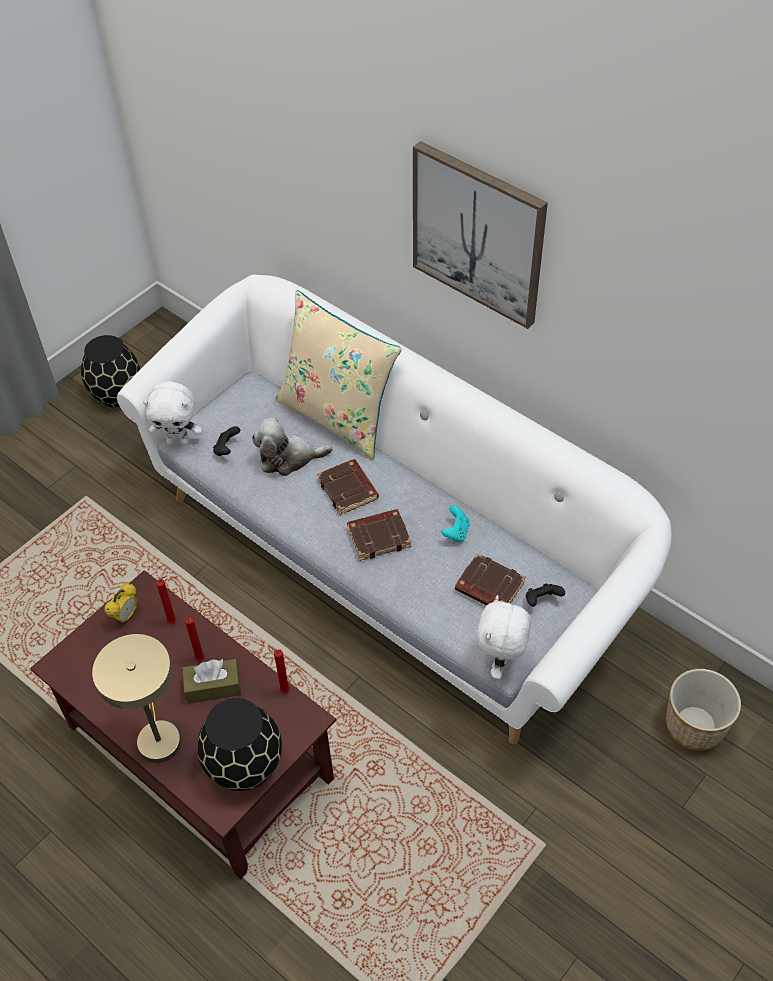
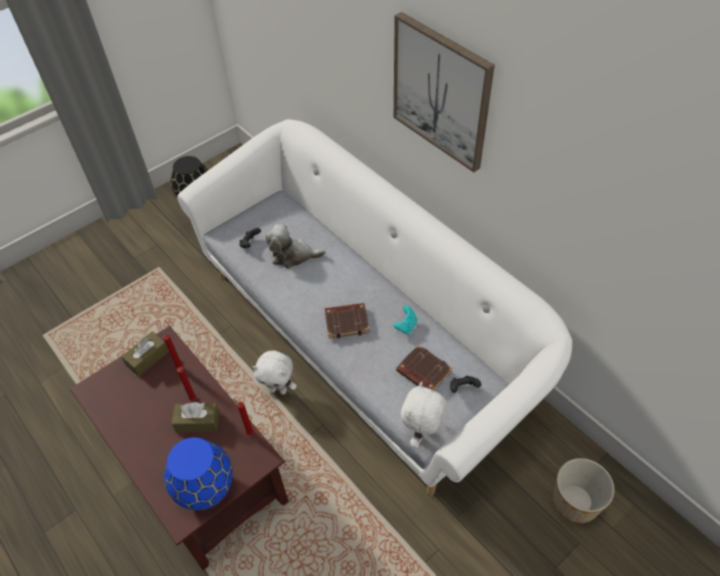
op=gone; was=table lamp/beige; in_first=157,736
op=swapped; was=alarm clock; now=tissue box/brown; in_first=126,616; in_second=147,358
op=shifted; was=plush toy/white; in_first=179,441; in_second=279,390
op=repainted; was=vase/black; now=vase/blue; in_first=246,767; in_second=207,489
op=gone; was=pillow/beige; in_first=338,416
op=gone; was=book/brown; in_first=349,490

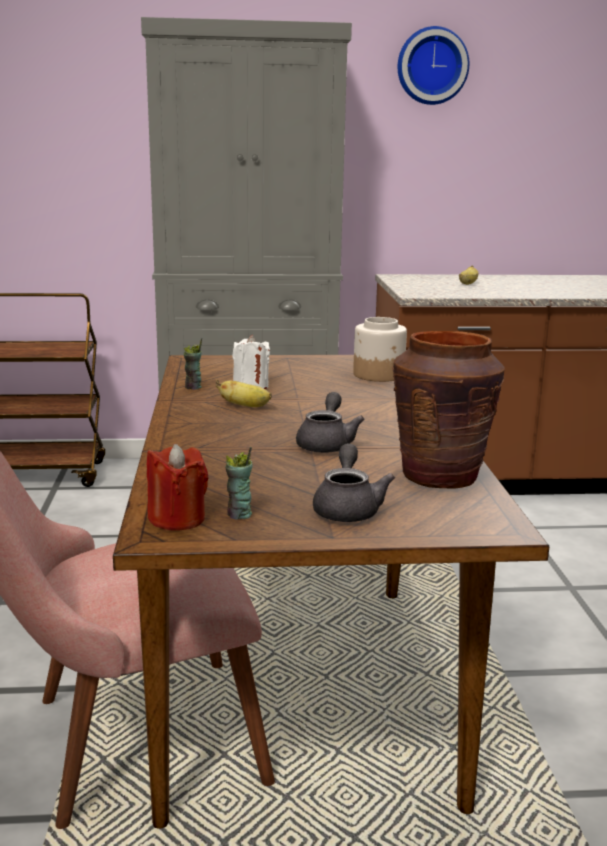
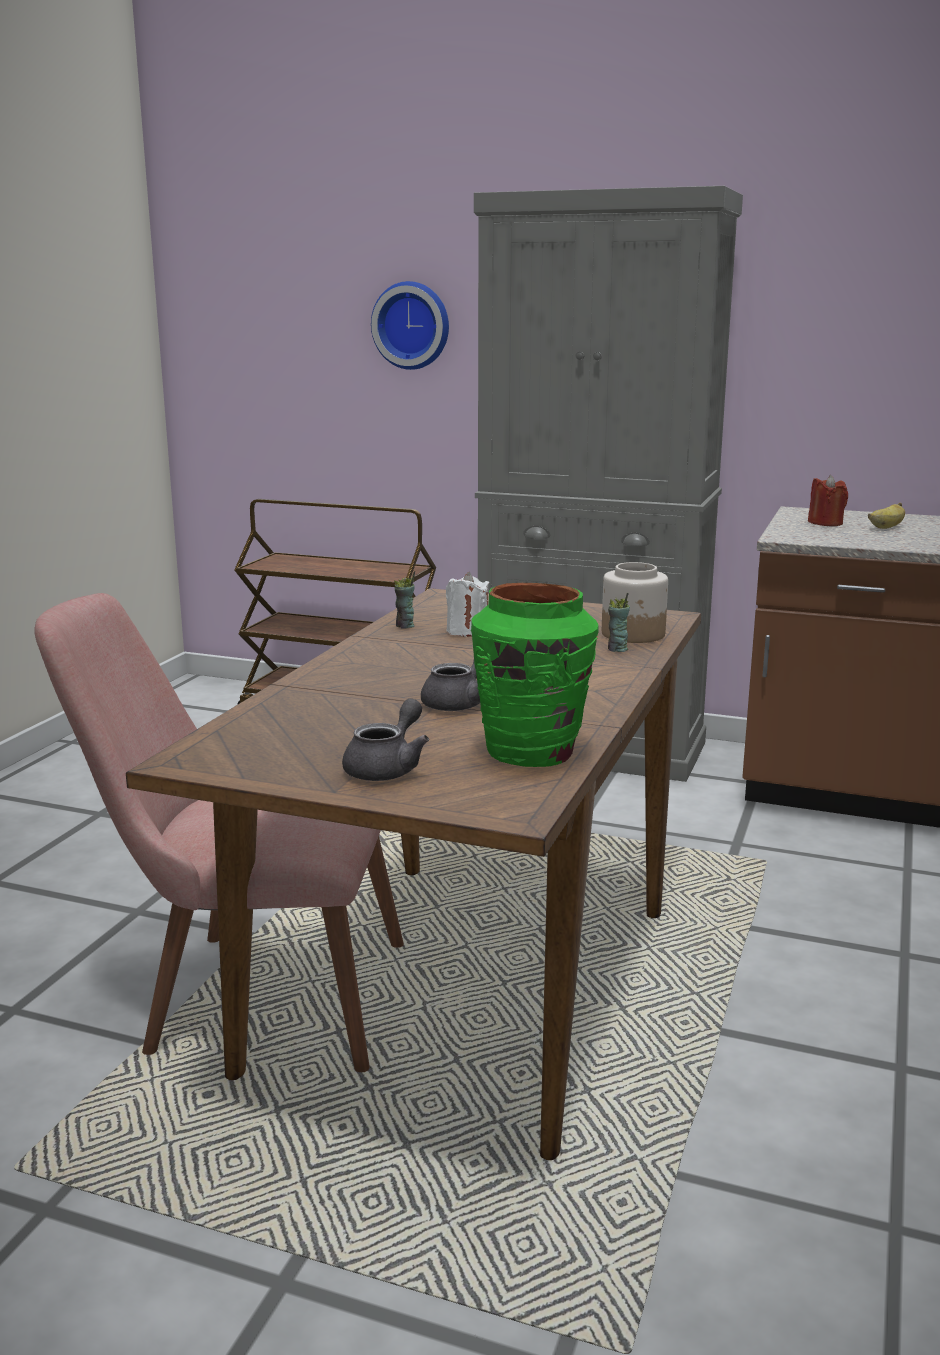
op=shifted; was=candle/red; in_first=177,519; in_second=825,523
op=gone; was=banana; in_first=246,406
op=shifted; was=cup; in_first=239,515; in_second=617,649
op=repainted; was=vase/brown; now=vase/green; in_first=440,477; in_second=531,753
op=shifted; was=wall clock; in_first=431,66; in_second=412,325

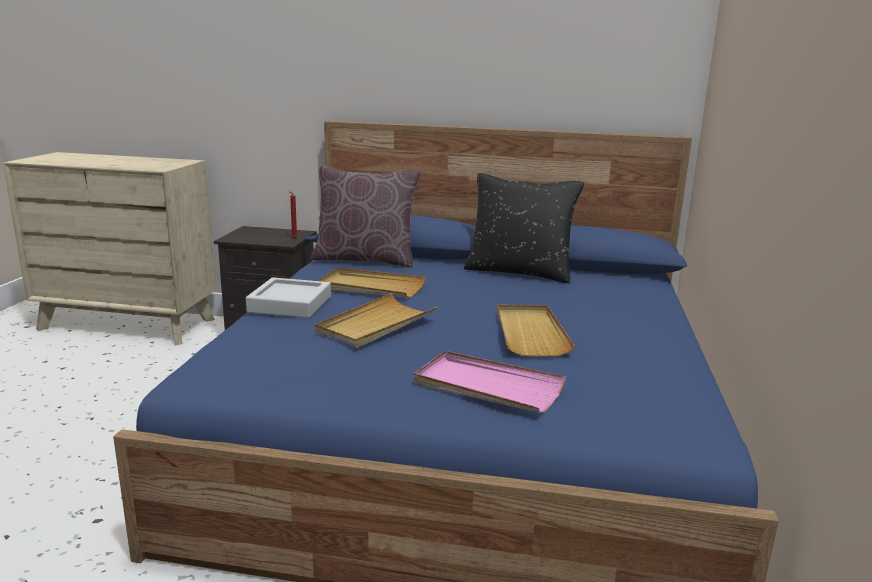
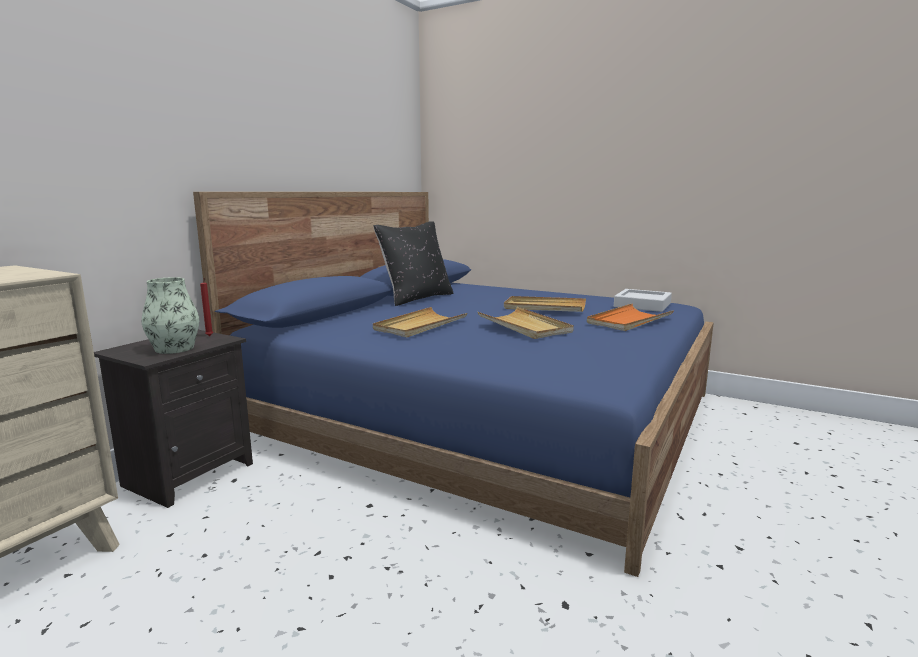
op=shifted; was=tray/grey; in_first=290,304; in_second=642,305
op=gone; was=pillow/brown; in_first=365,259
op=repainted; was=tray/pink; now=tray/orange; in_first=487,387; in_second=628,321
op=new; now=vase; in_second=174,348

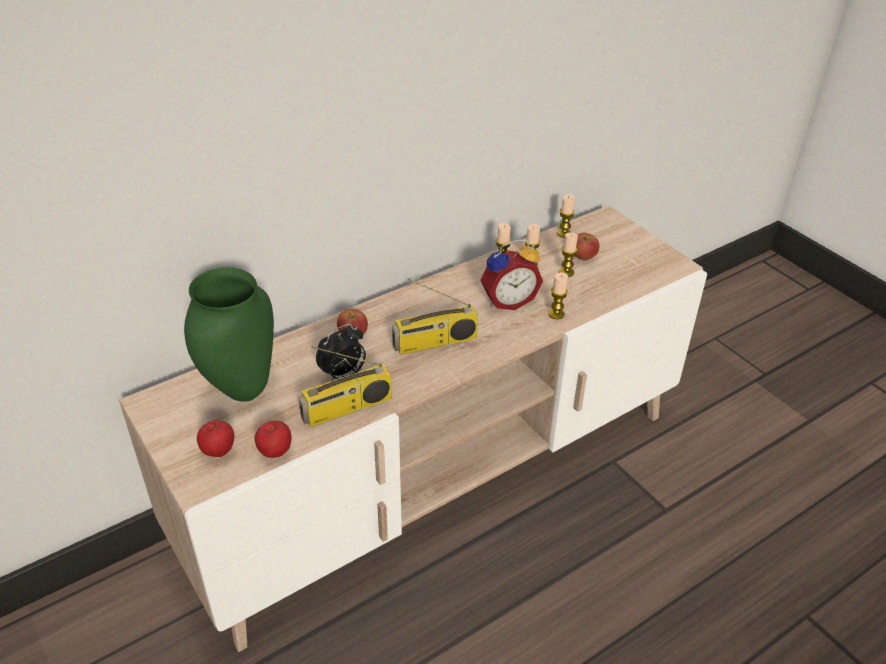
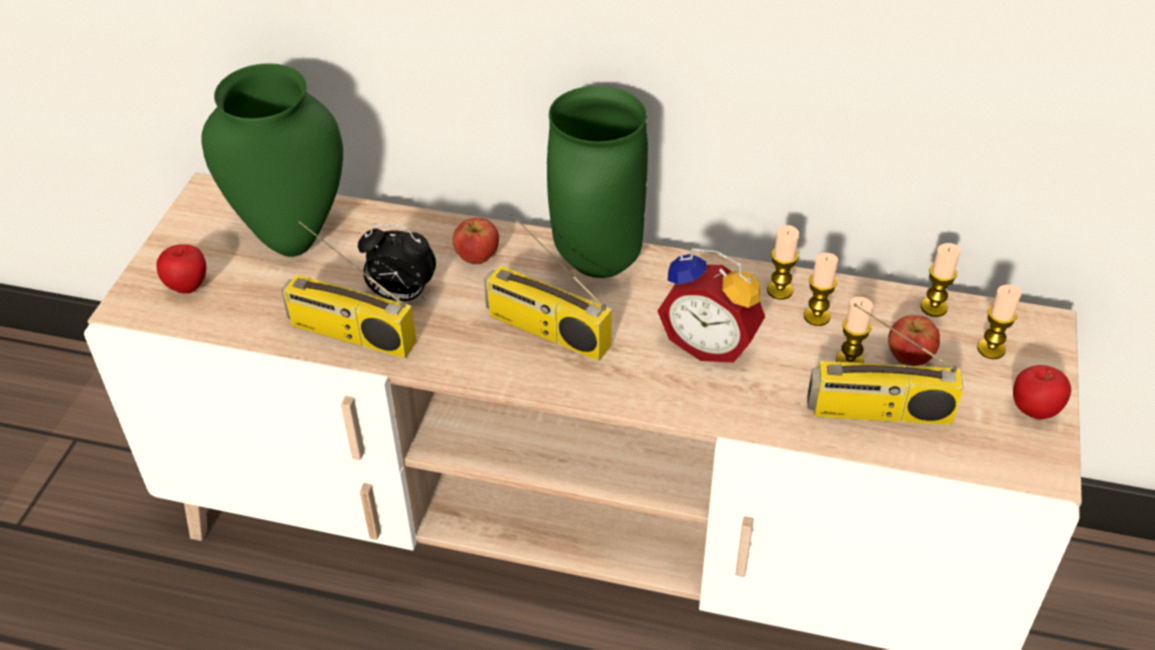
op=shifted; was=apple; in_first=275,452; in_second=1034,411
op=shifted; was=candle; in_first=556,314; in_second=991,349
op=new; now=vase/green; in_second=595,263
op=new; now=radio; in_second=878,412

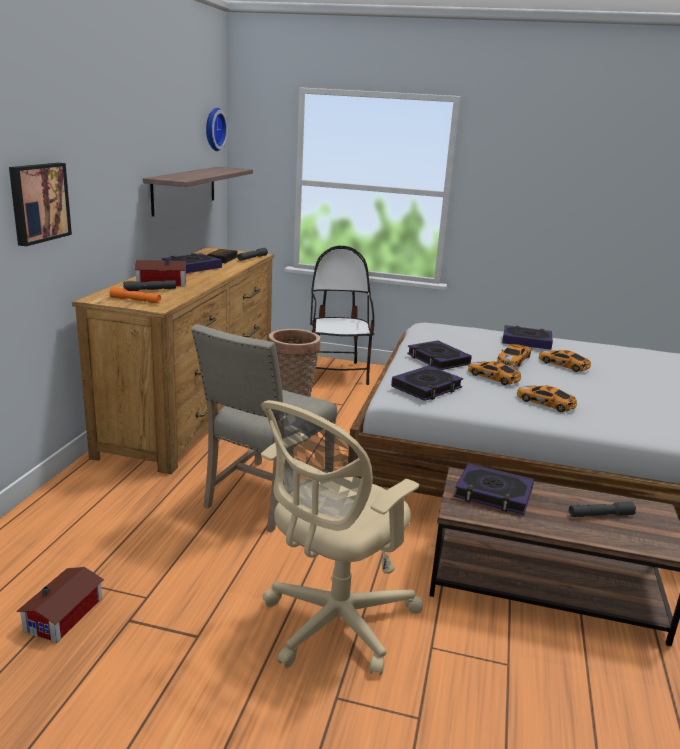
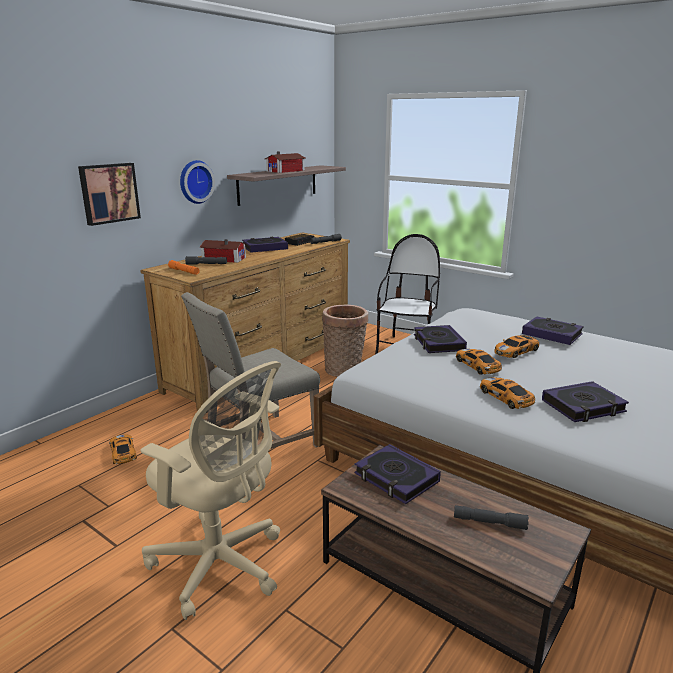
op=shifted; was=toy house; in_first=67,613; in_second=287,171
op=shifted; was=wall clock; in_first=213,129; in_second=195,182
op=rotated; was=office chair/beige; in_first=333,625; in_second=221,565; clockwise=-120
op=shifted; was=book; in_first=427,388; in_second=583,406
op=shifted; was=toy car; in_first=564,365; in_second=123,453

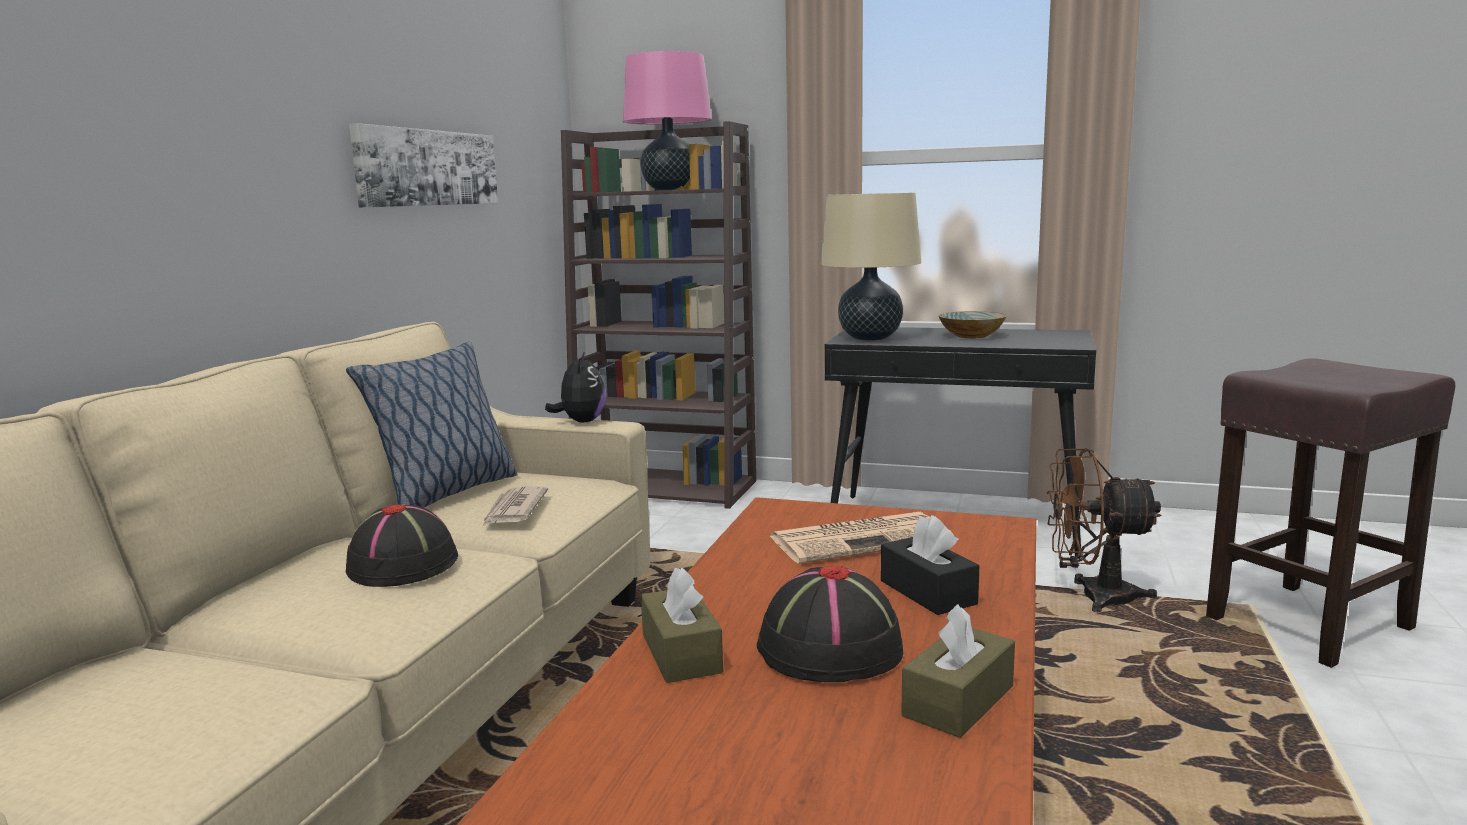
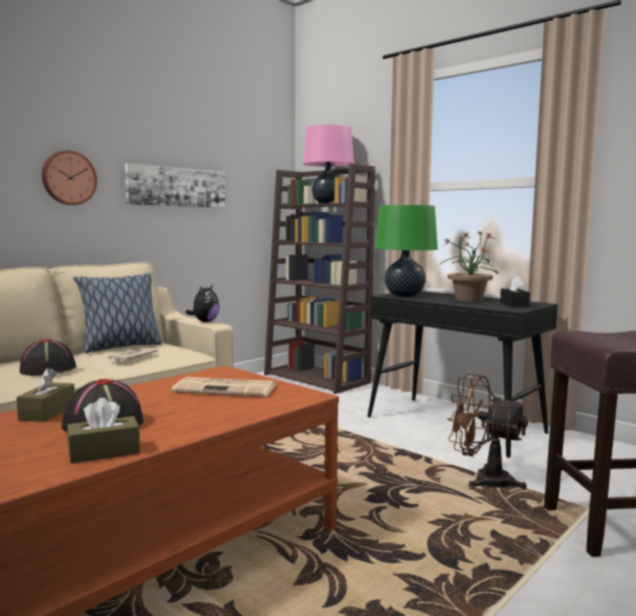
op=repainted; was=table lamp/beige; now=table lamp/green; in_first=870,338; in_second=404,295
op=shifted; was=tissue box/black; in_first=927,592; in_second=514,304
op=swapped; was=bowl; now=potted plant; in_first=972,336; in_second=468,299
op=new; now=wall clock; in_second=68,178

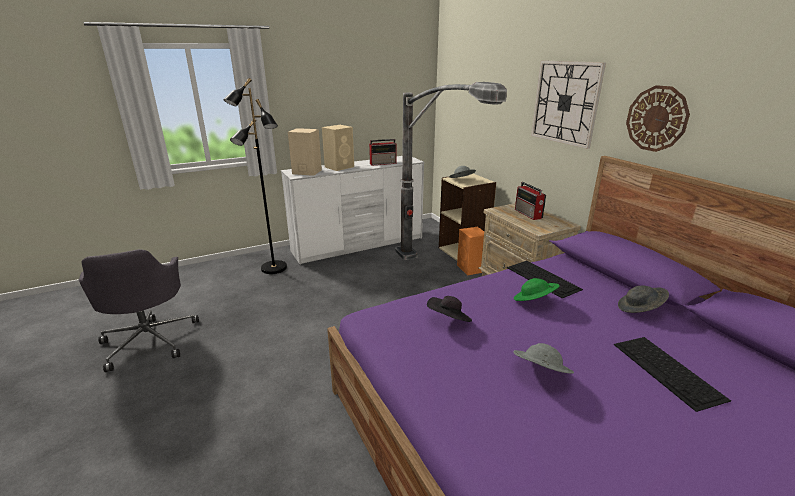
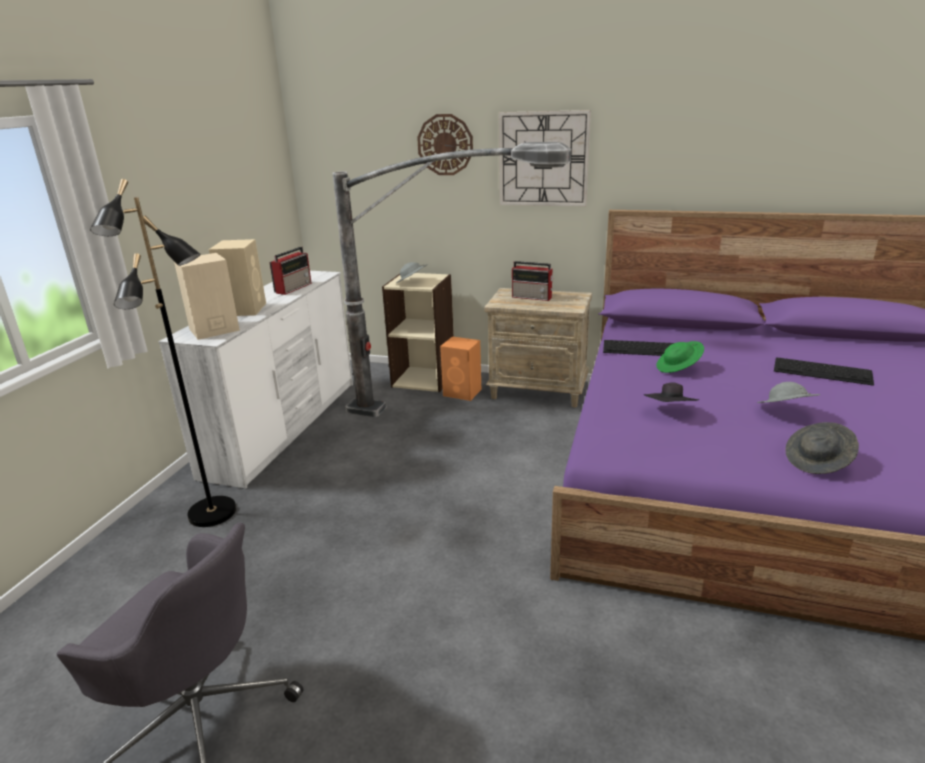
op=shifted; was=hat/grey; in_first=639,309; in_second=818,461
op=shifted; was=wall clock; in_first=656,118; in_second=445,145

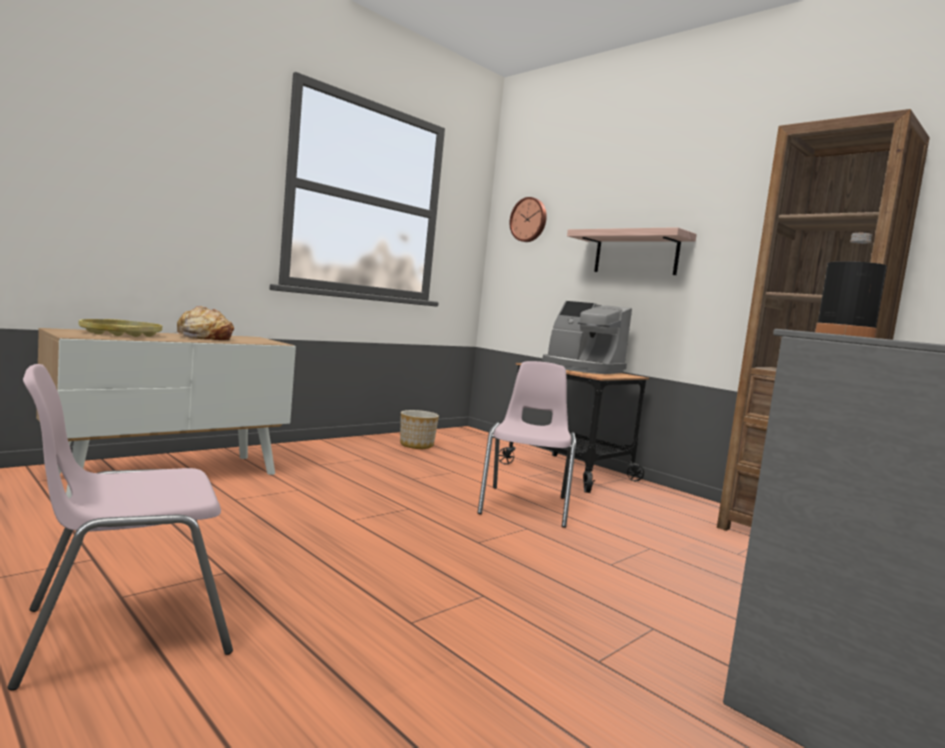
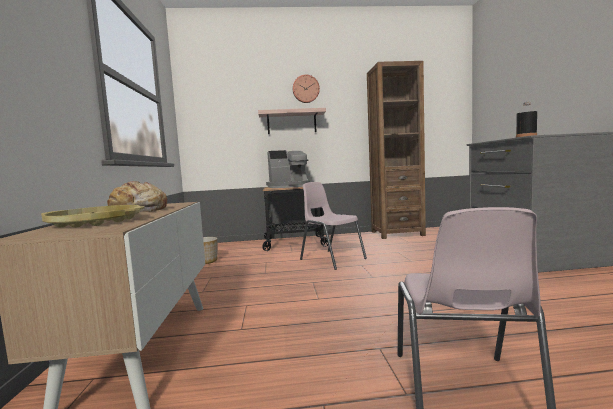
op=shifted; was=wall clock; in_first=529,220; in_second=305,89

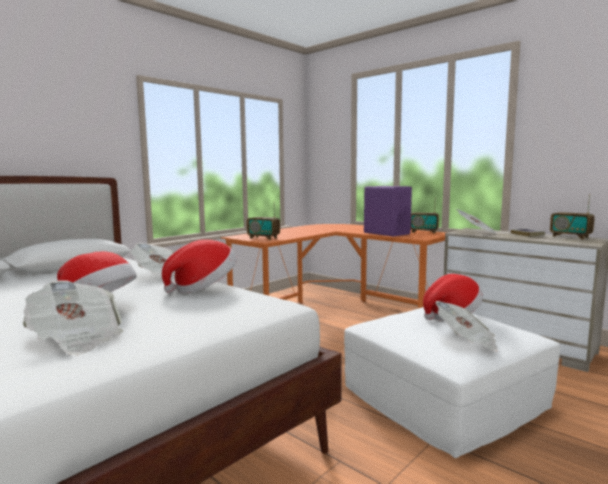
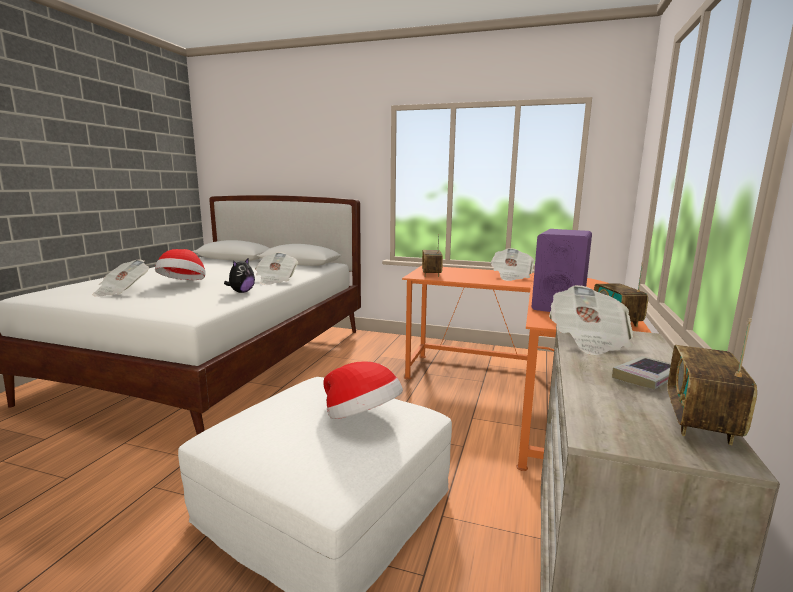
op=swapped; was=hat; now=plush toy; in_first=203,287; in_second=241,292
op=shifted; was=newspaper; in_first=466,341; in_second=511,276

